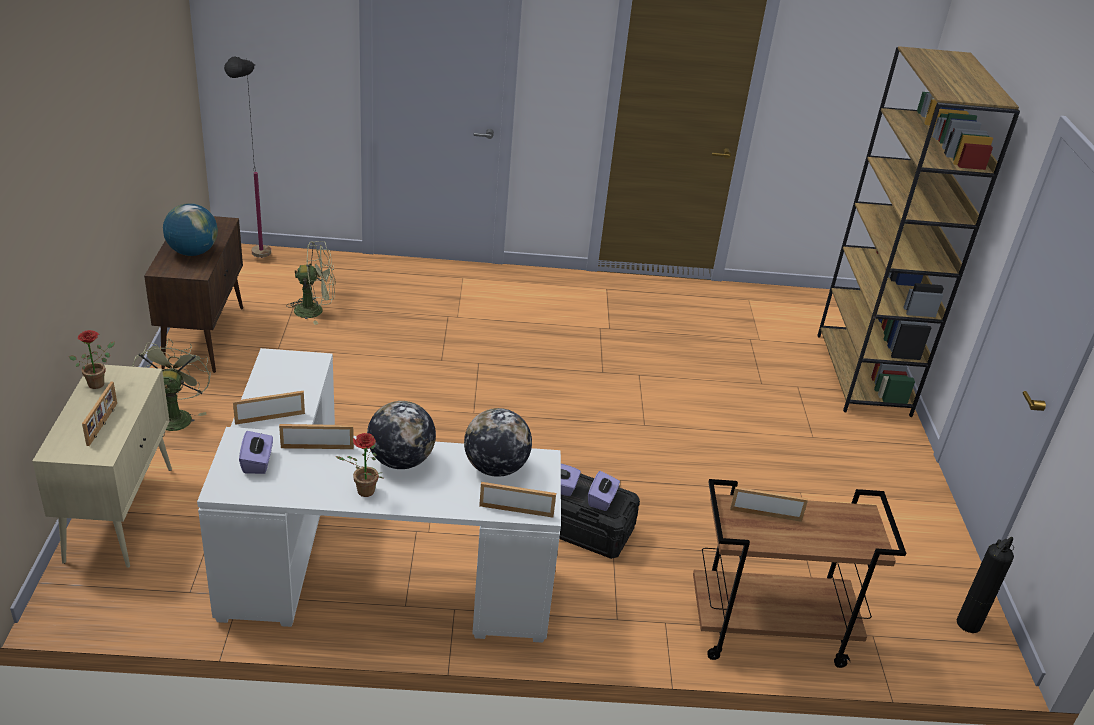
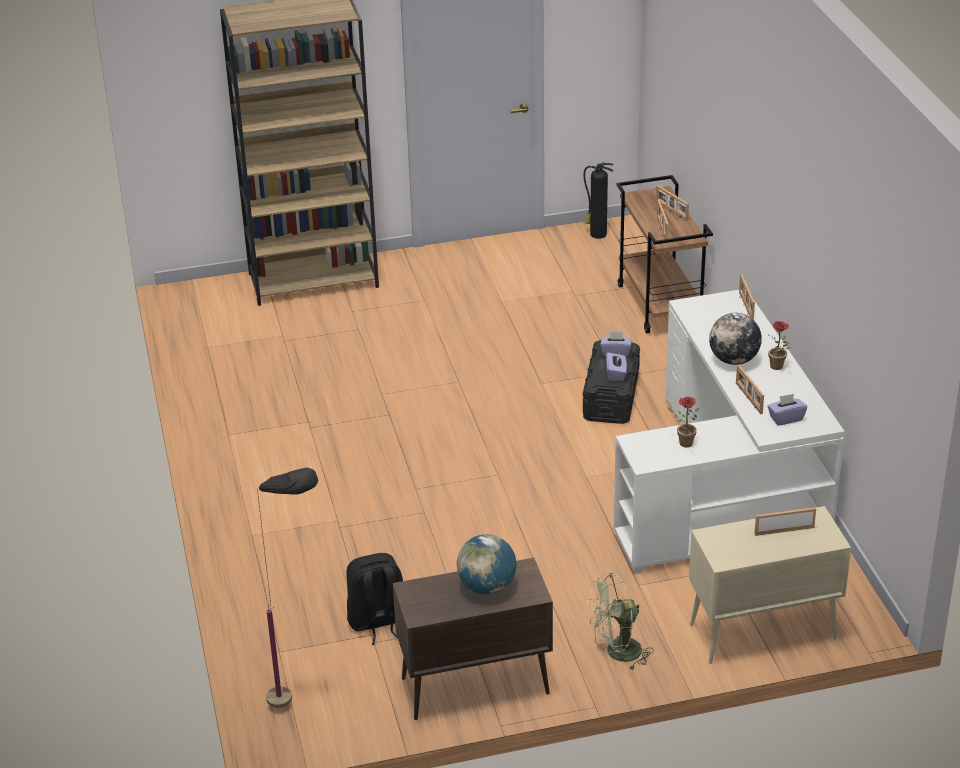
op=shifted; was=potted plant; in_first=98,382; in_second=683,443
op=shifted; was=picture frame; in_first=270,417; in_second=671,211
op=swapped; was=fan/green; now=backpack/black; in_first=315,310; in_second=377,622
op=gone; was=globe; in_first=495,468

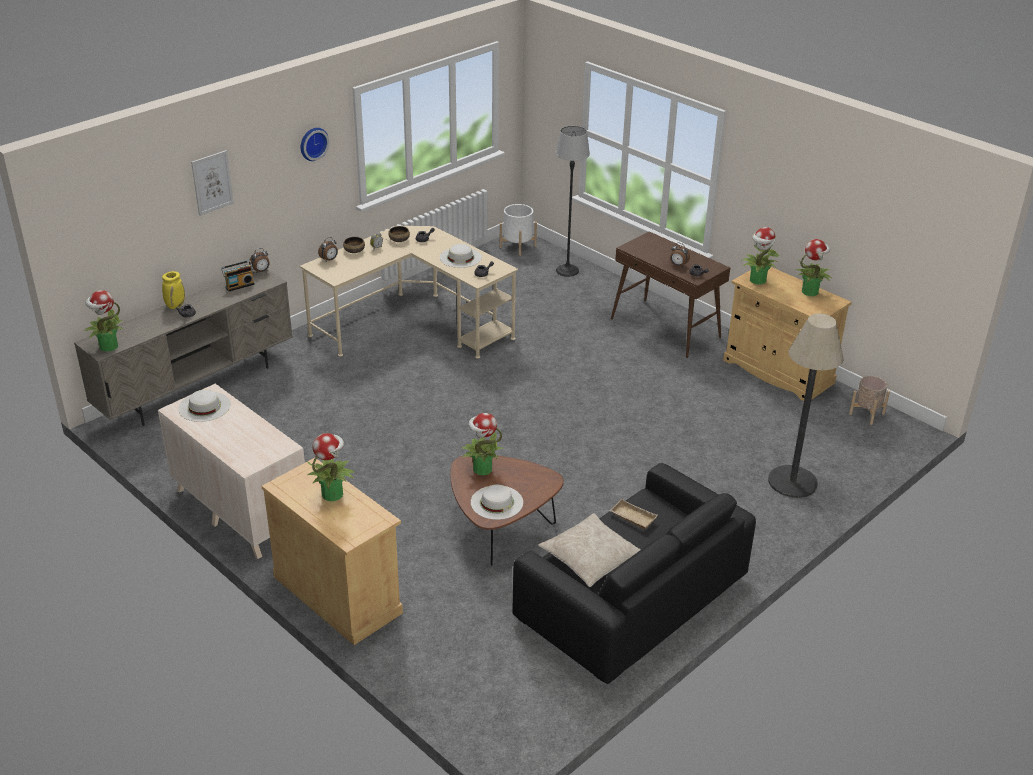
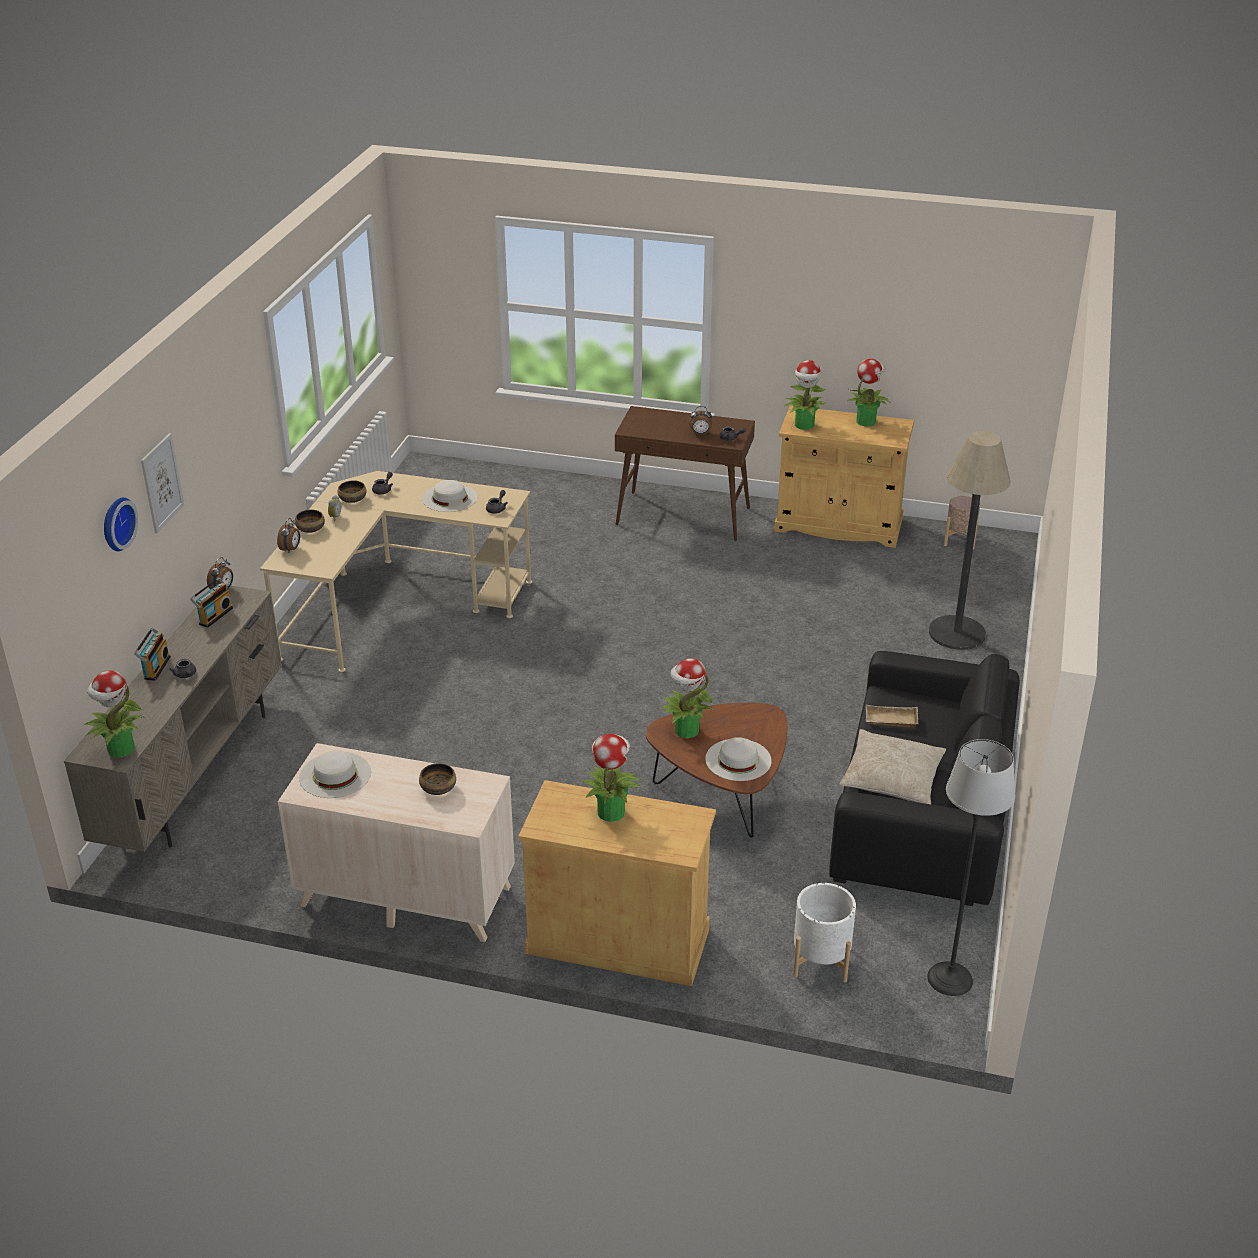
op=swapped; was=vase/yellow; now=radio; in_first=175,305; in_second=155,668
op=shifted; was=wall clock; in_first=312,143; in_second=116,523
op=shifted; was=planter/white; in_first=517,246; in_second=821,960
op=shifted; was=floor lamp; in_first=567,270; in_second=949,978
op=new; now=bowl; in_second=438,788

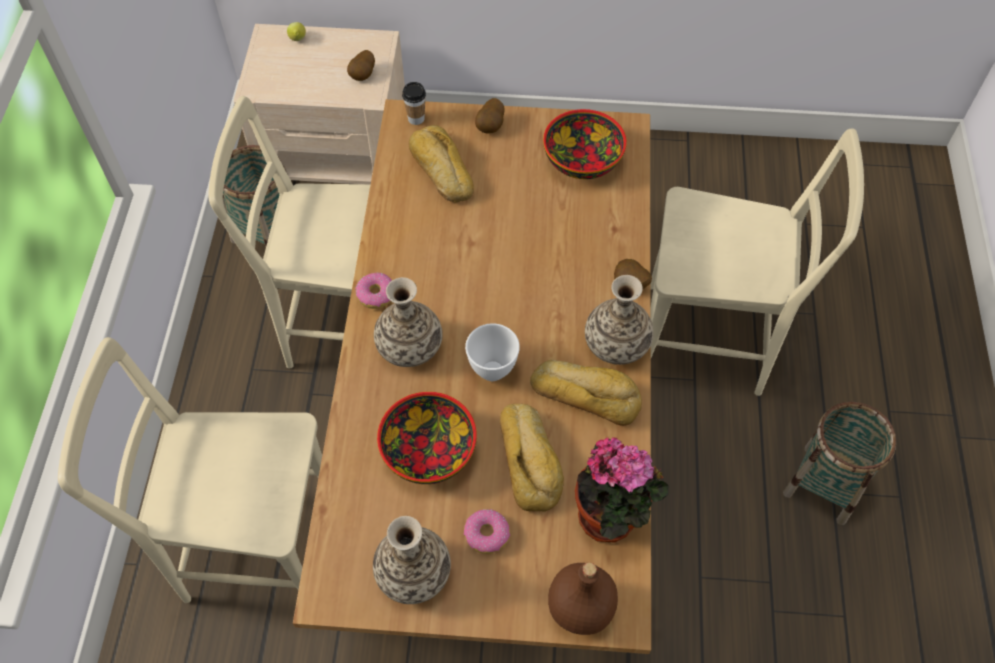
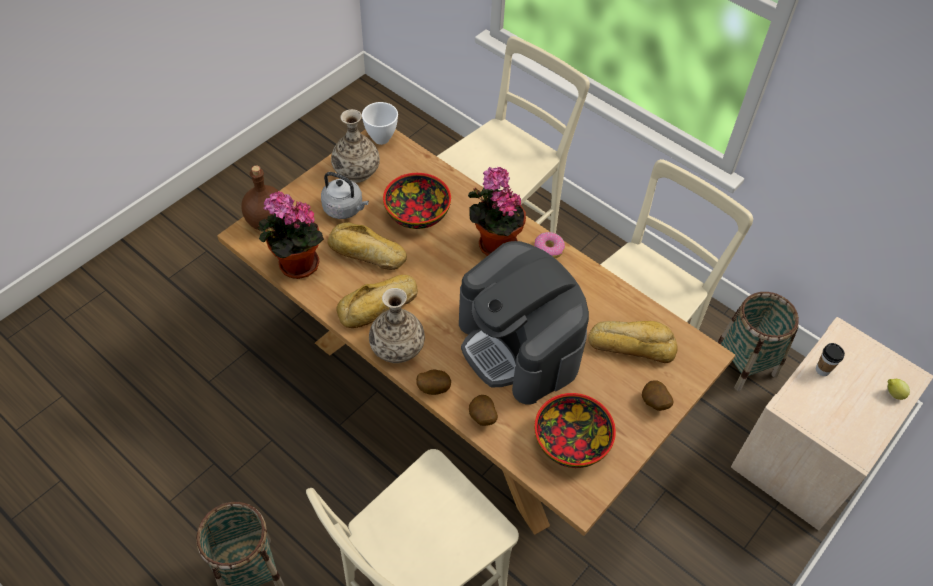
op=shifted; was=potato; in_first=363,75; in_second=482,418
op=swapped; was=vase; now=potted plant; in_first=410,347; in_second=494,243
op=shifted; was=cup; in_first=416,118; in_second=822,370
op=swapped; was=donut; now=kettle/grey; in_first=486,534; in_second=345,209
op=shifted; was=bowl/white; in_first=493,372; in_second=380,138
op=new; now=coffee machine; in_second=519,346

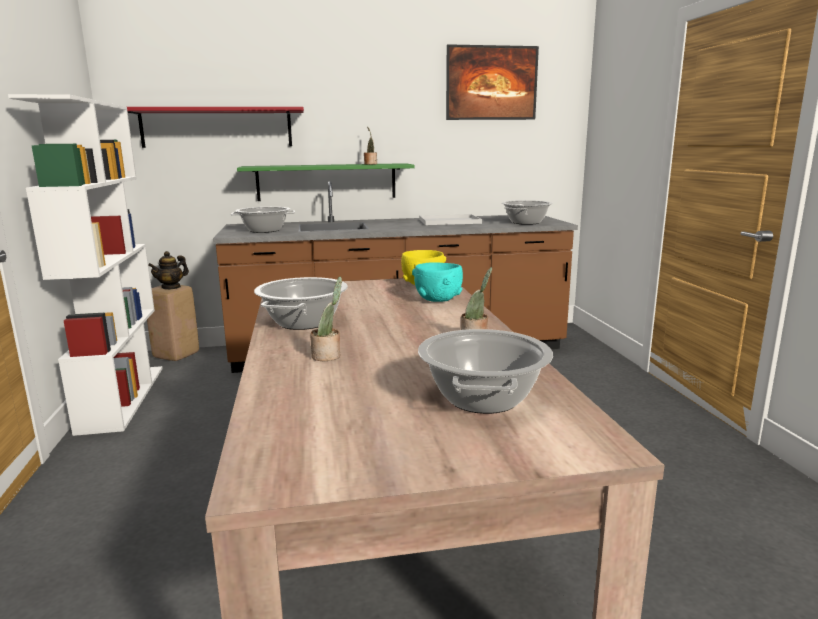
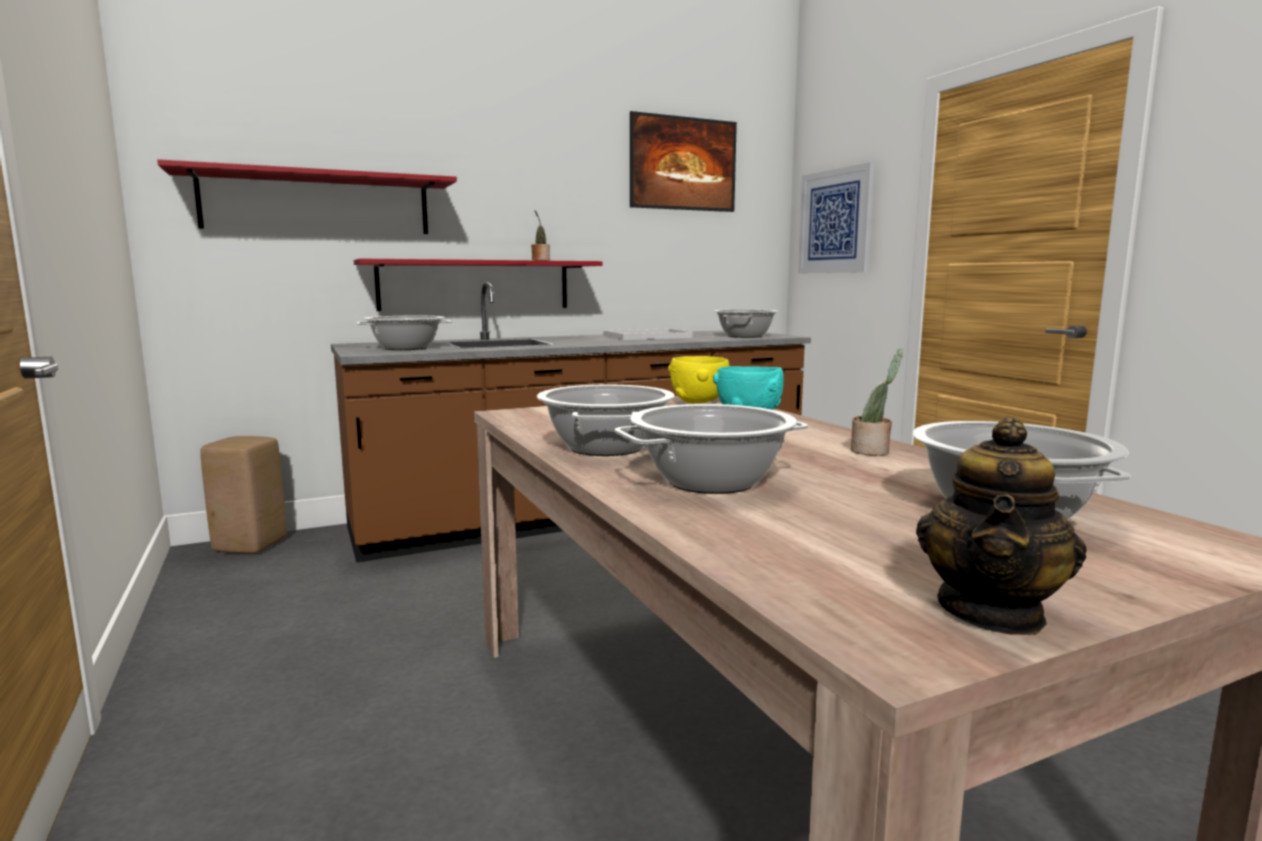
op=gone; was=bookcase/white; in_first=122,397
op=shifted; was=teapot; in_first=171,287; in_second=992,612
op=repainted; was=shelf/green; now=shelf/red; in_first=326,182; in_second=475,285
op=swapped; was=potted plant; now=cooking pot; in_first=328,356; in_second=711,482
op=new; now=picture; in_second=835,221

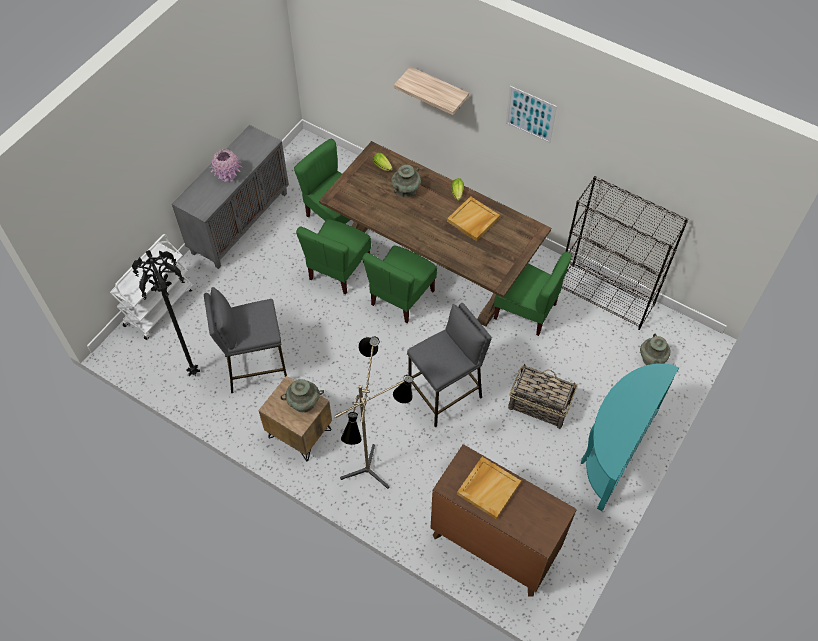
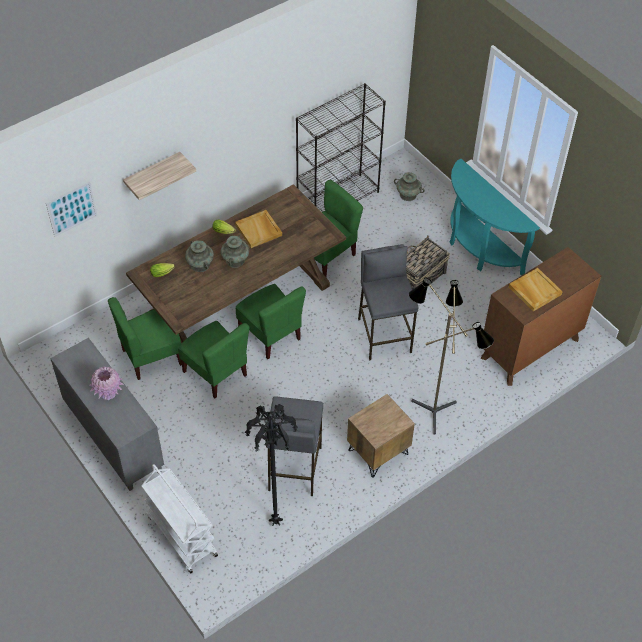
op=shifted; was=vase/turquoise; in_first=304,402; in_second=235,260
op=shifted; was=picture; in_first=530,114; in_second=71,209

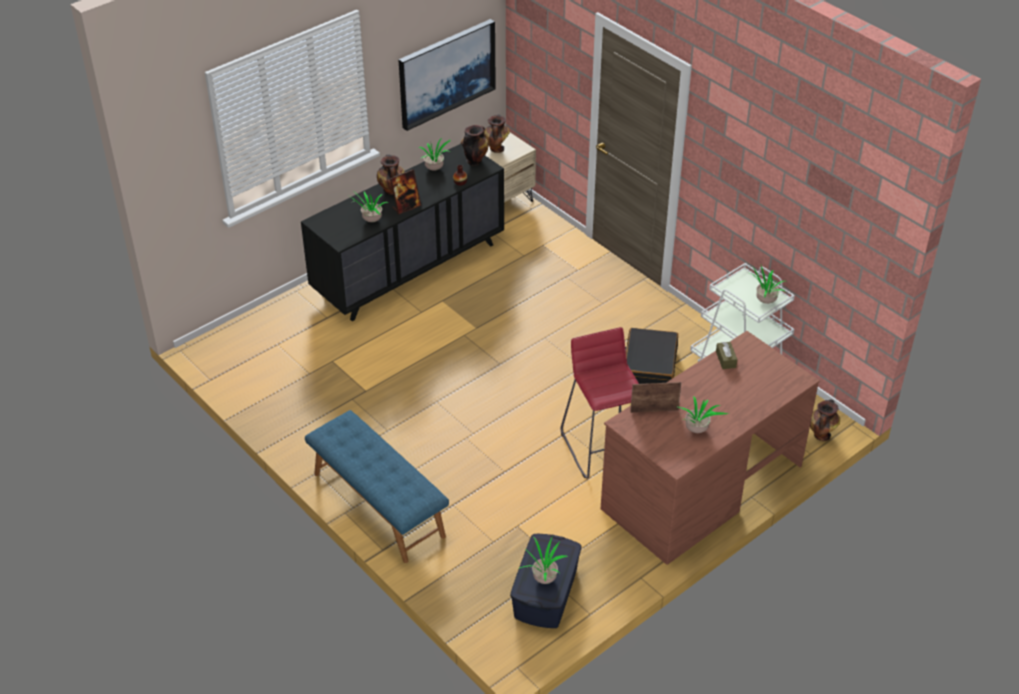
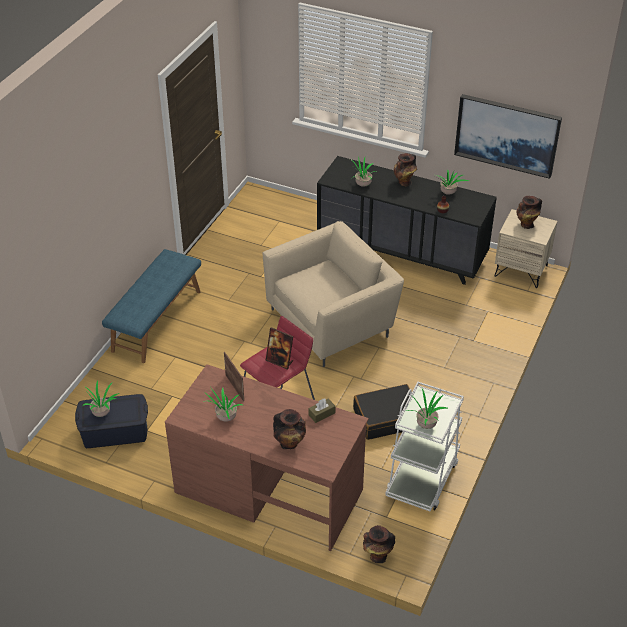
op=shifted; was=picture frame; in_first=406,207; in_second=279,361
op=shifted; was=vase; in_first=474,160; in_second=290,443
op=new; now=armchair/beige; in_second=332,321

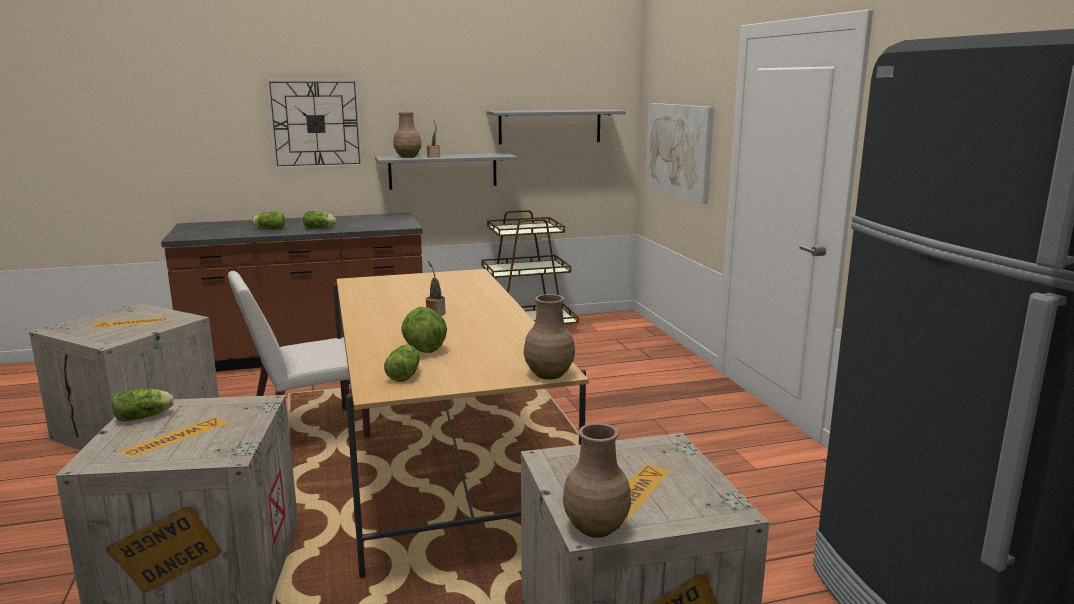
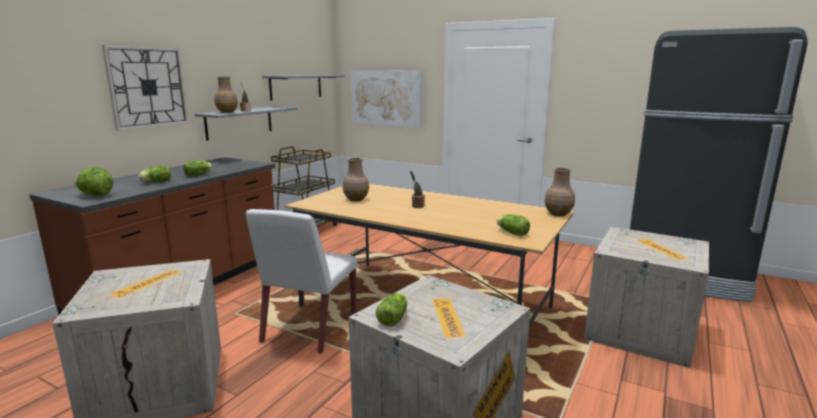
op=shifted; was=lettuce; in_first=423,349; in_second=96,195
op=shifted; was=vase/brown; in_first=595,528; in_second=355,199

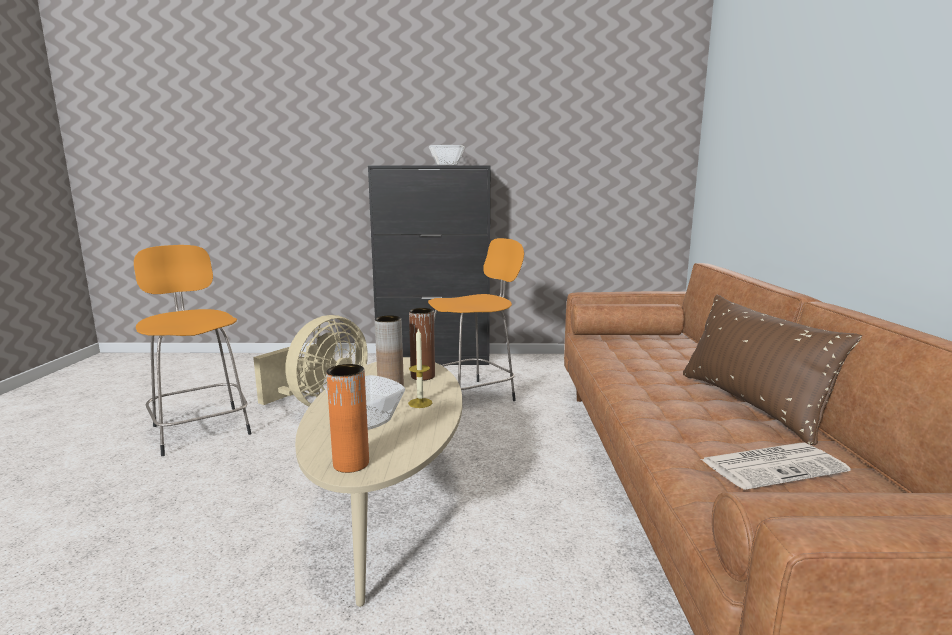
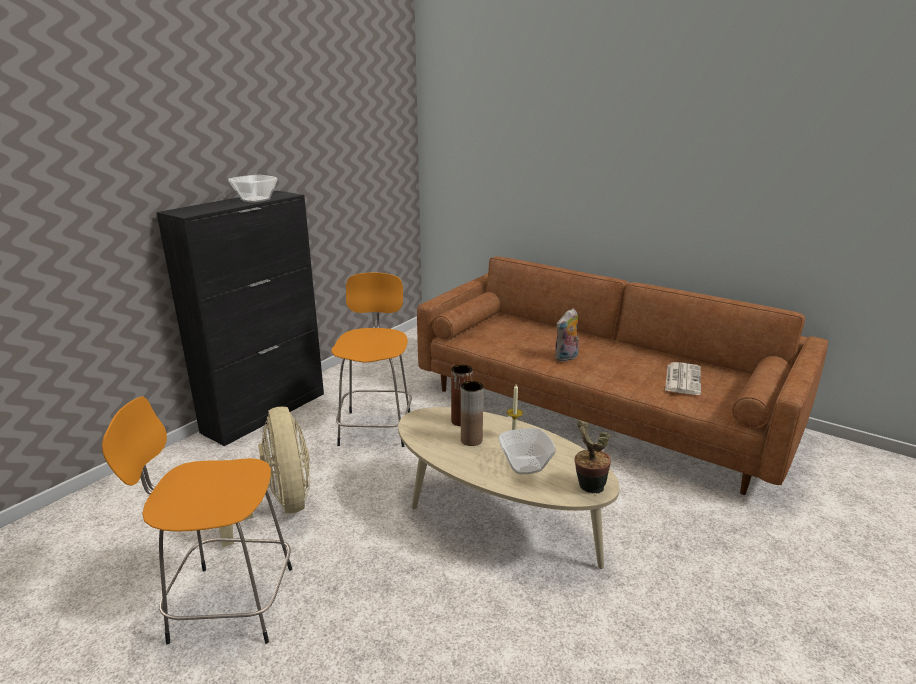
op=swapped; was=vase/orange; now=potted plant; in_first=351,464; in_second=588,487
op=gone; was=pillow/brown; in_first=749,404
op=new; now=plush toy; in_second=566,358

